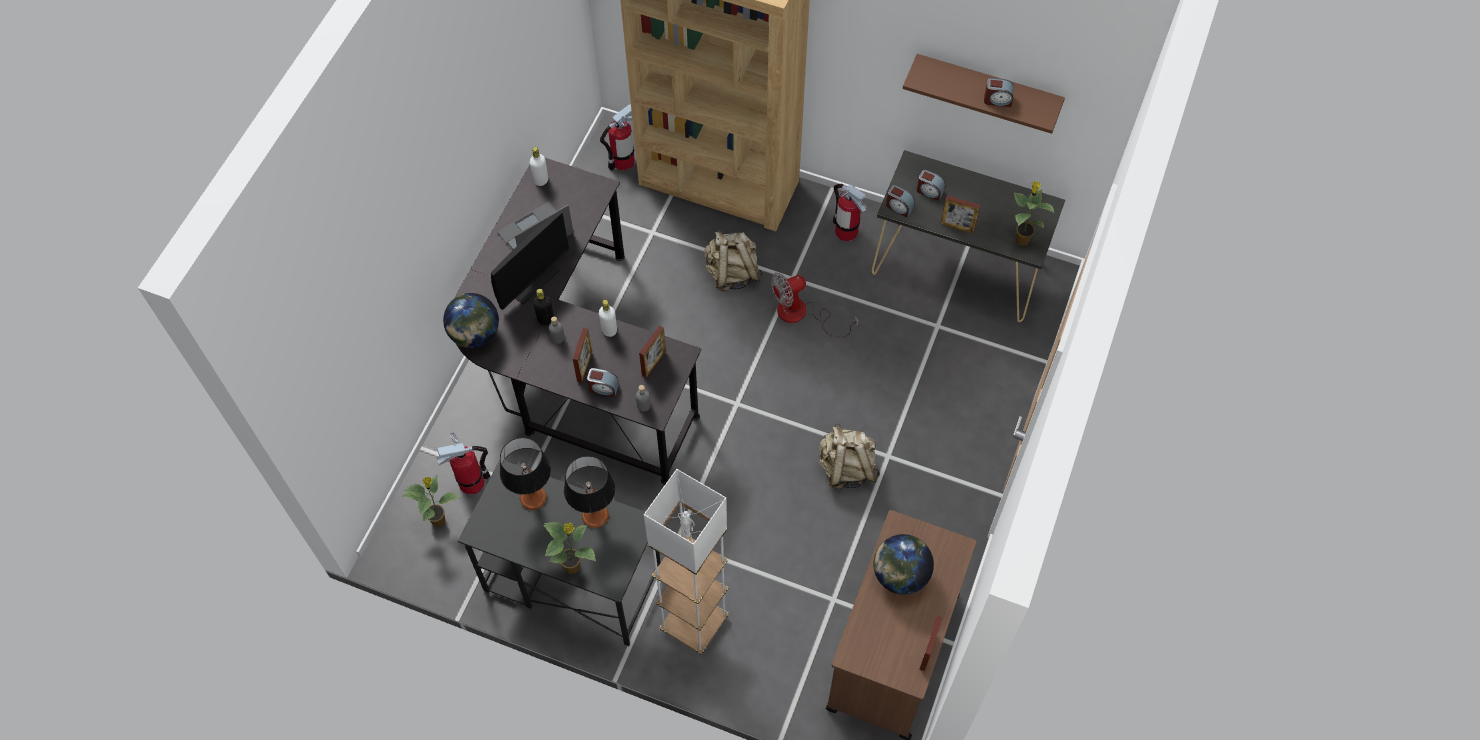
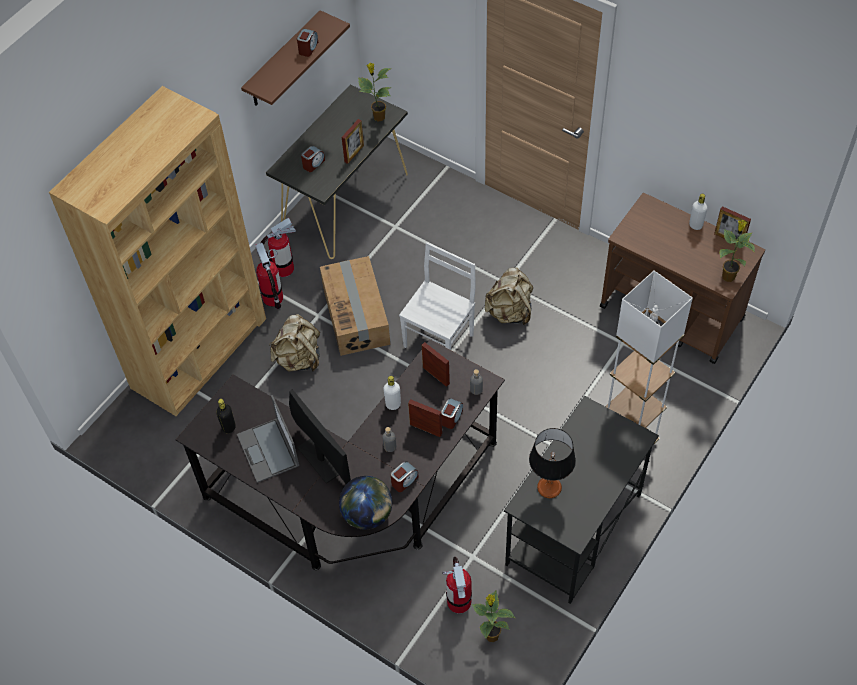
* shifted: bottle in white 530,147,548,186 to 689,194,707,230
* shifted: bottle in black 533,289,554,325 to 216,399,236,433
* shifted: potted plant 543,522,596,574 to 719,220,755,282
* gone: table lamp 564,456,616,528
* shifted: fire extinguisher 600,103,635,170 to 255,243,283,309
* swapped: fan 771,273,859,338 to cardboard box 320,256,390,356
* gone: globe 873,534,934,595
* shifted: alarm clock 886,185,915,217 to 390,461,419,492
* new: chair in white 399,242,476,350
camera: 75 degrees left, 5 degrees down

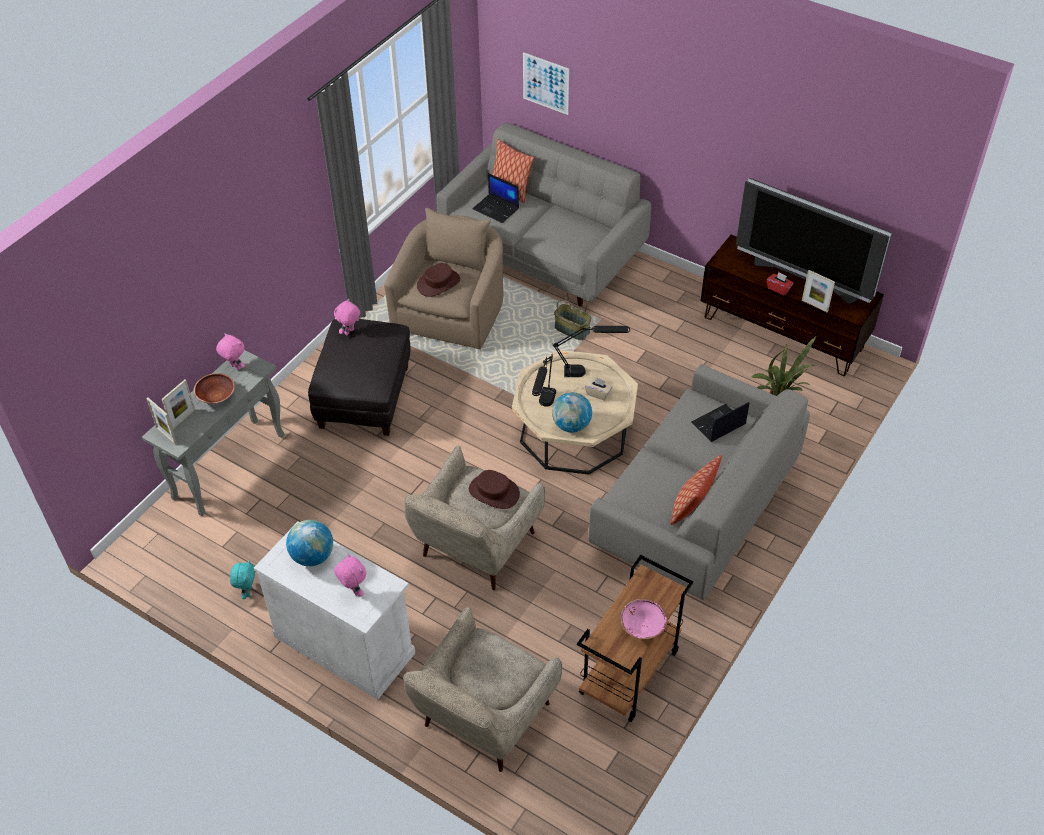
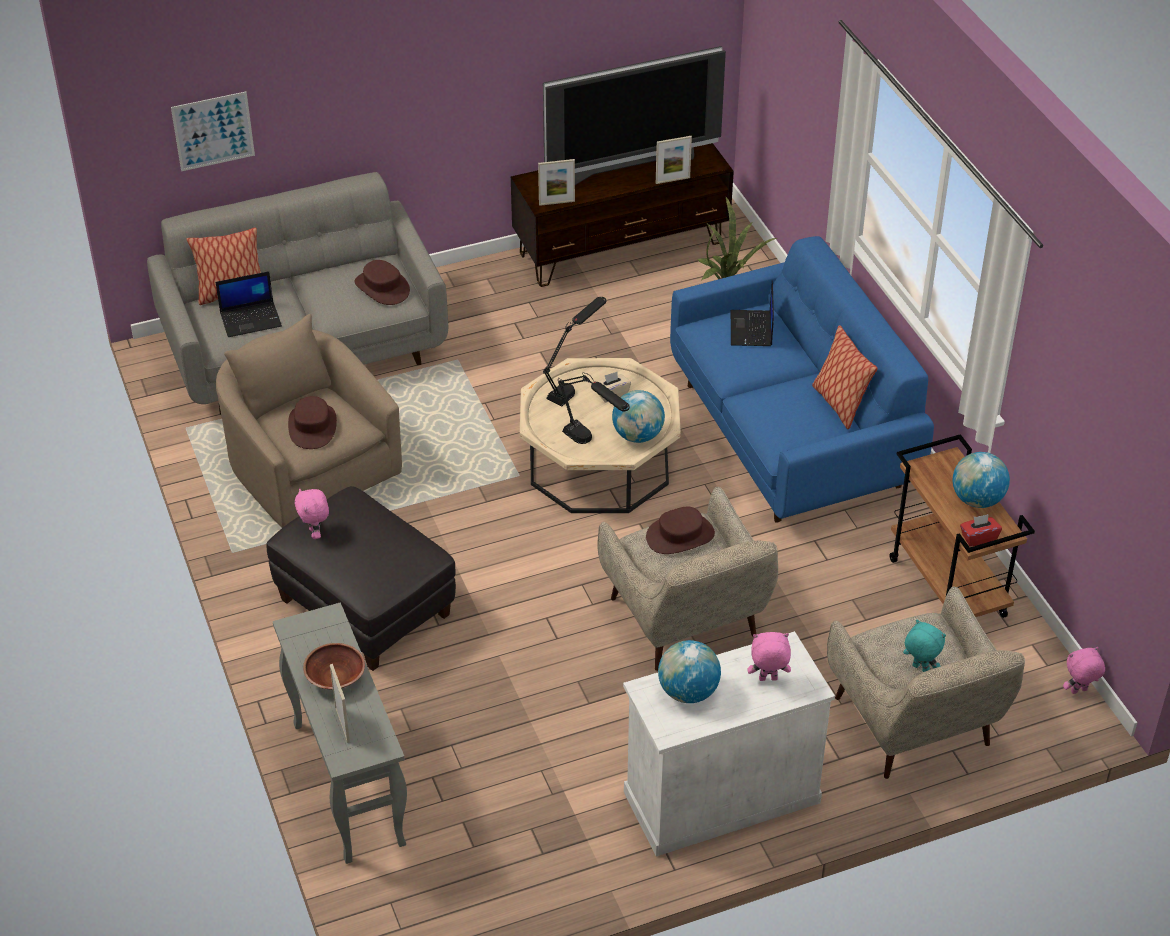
* shifted: picture frame 146,397,177,445 to 538,159,575,206
* shifted: plush toy in pink 216,333,245,370 to 1063,647,1105,694
* shifted: plush toy in turquoise 230,560,255,599 to 903,619,946,672
* gone: basket 554,288,591,340
* repainted: sofa in grey 588,364,810,600 to sofa in blue 670,236,934,523
* swapped: bowl in pink 620,599,668,639 to globe 953,452,1010,508
* shifted: tissue box in red 767,272,794,295 to 960,514,1002,547
* new: hat in brown 354,260,410,305
camera: 55 degrees left, 5 degrees down

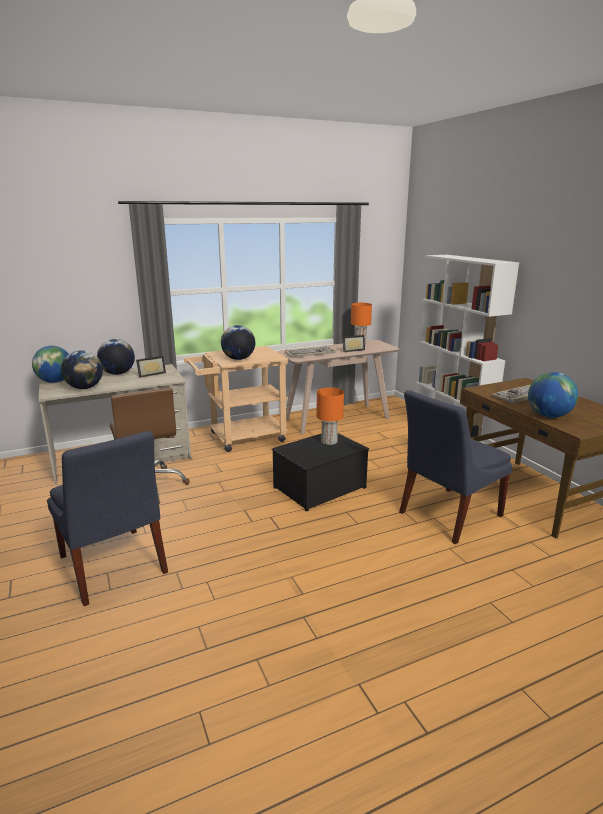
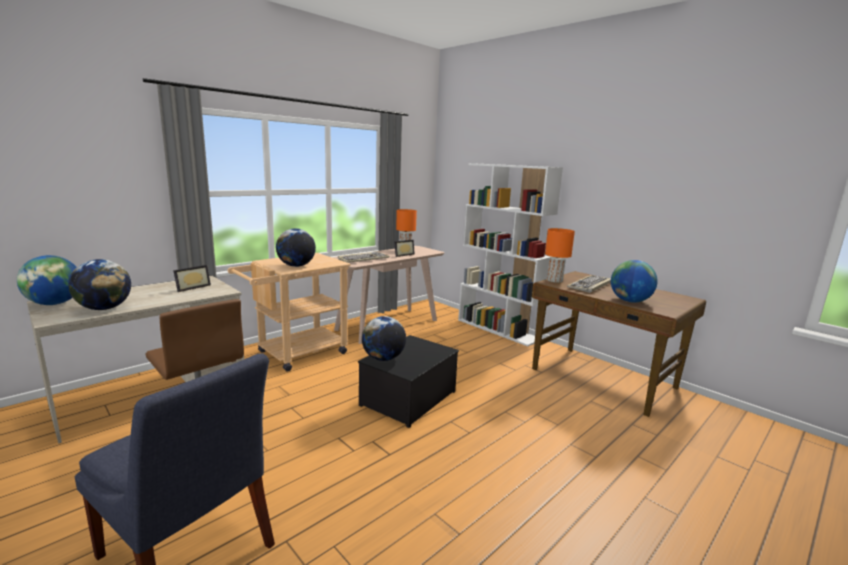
* shifted: globe 97,339,135,375 to 362,316,406,361
* shifted: table lamp in orange 316,387,344,445 to 545,228,575,283
* gone: chair in blue 399,390,513,544
camera: 20 degrees left, 5 degrees down

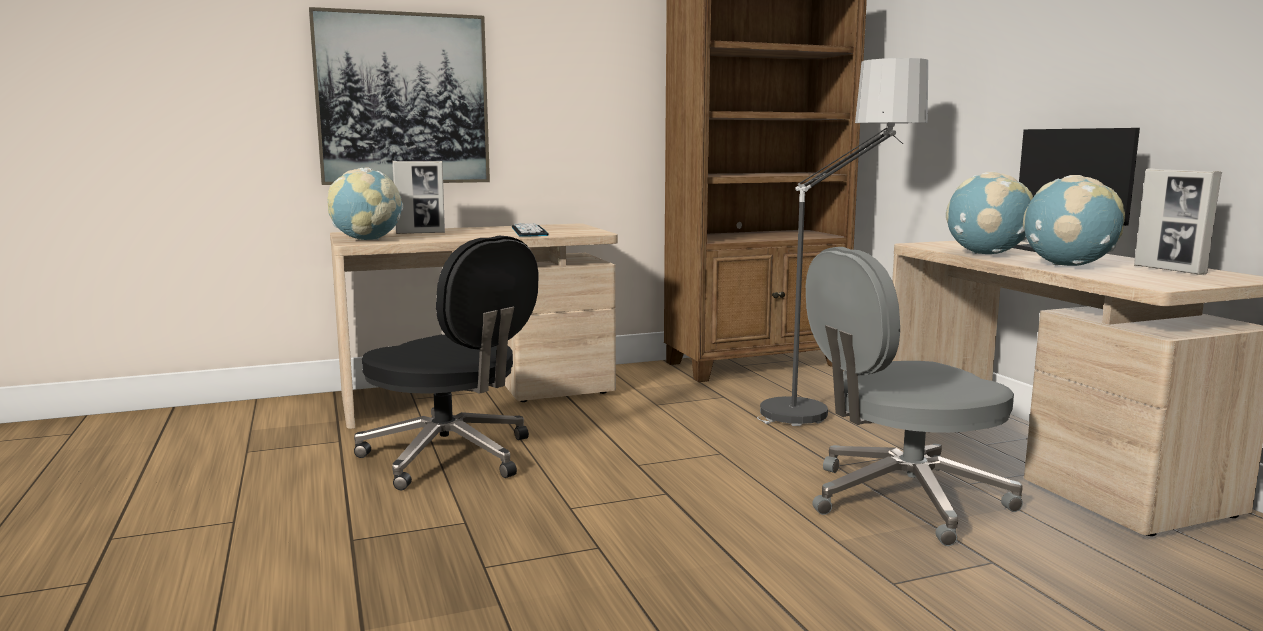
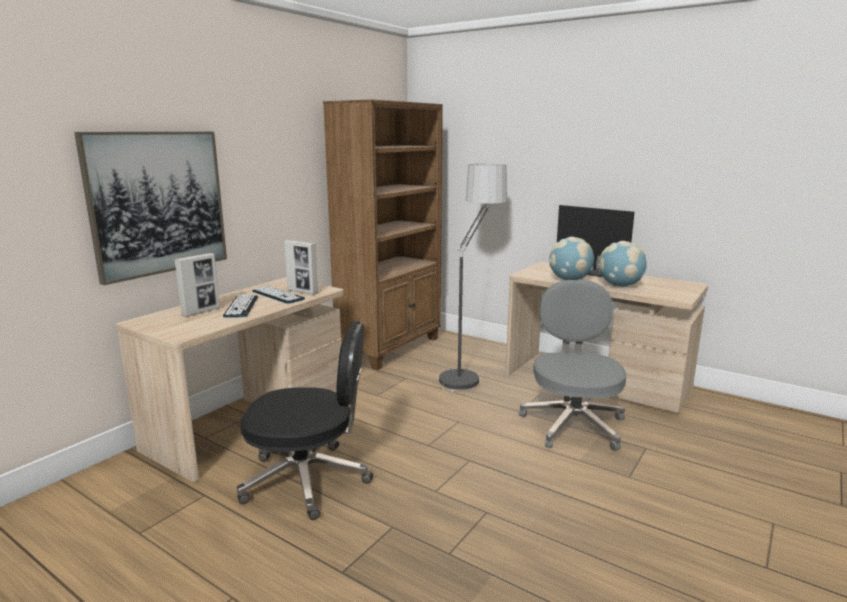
* gone: globe 327,168,403,240
* rotated: office chair in grey 806,247,1023,546 = 519,280,627,451 150 degrees clockwise
* shifted: picture frame 1134,168,1222,275 to 284,240,318,295
* new: keyboard 223,295,258,318
camera: 35 degrees left, 5 degrees up

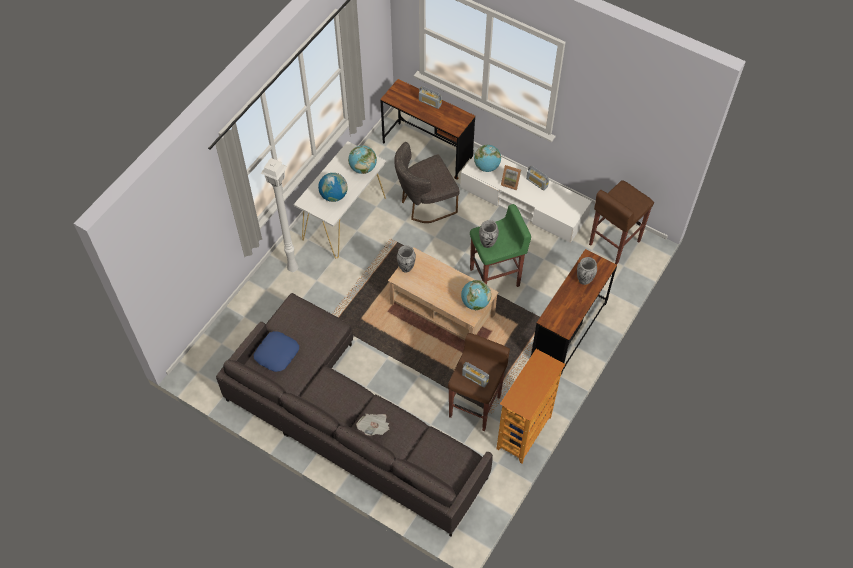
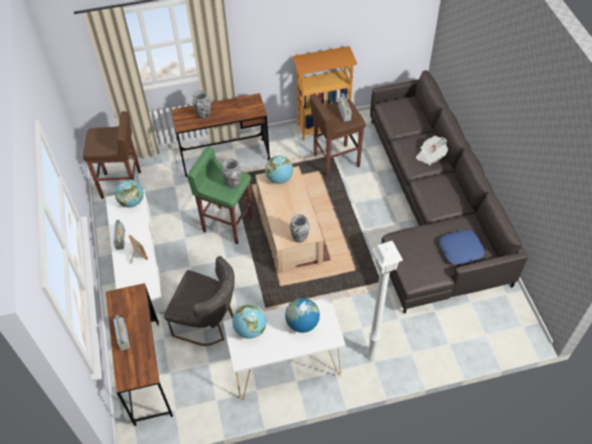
* shifted: globe 474,145,501,172 to 115,179,144,207
camera: 135 degrees left, 5 degrees down

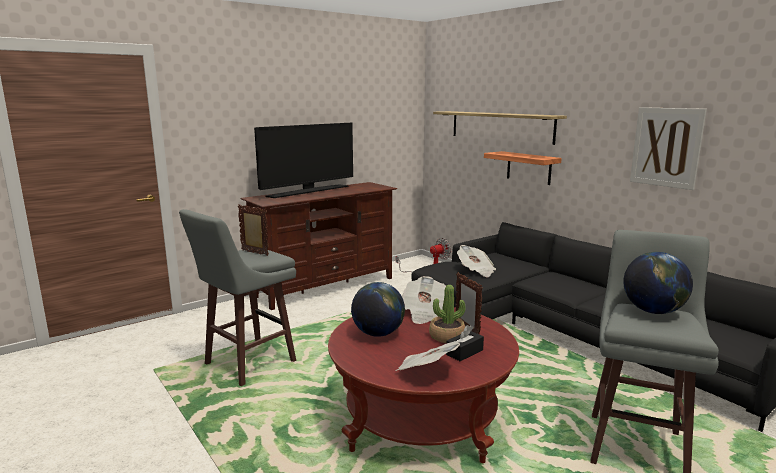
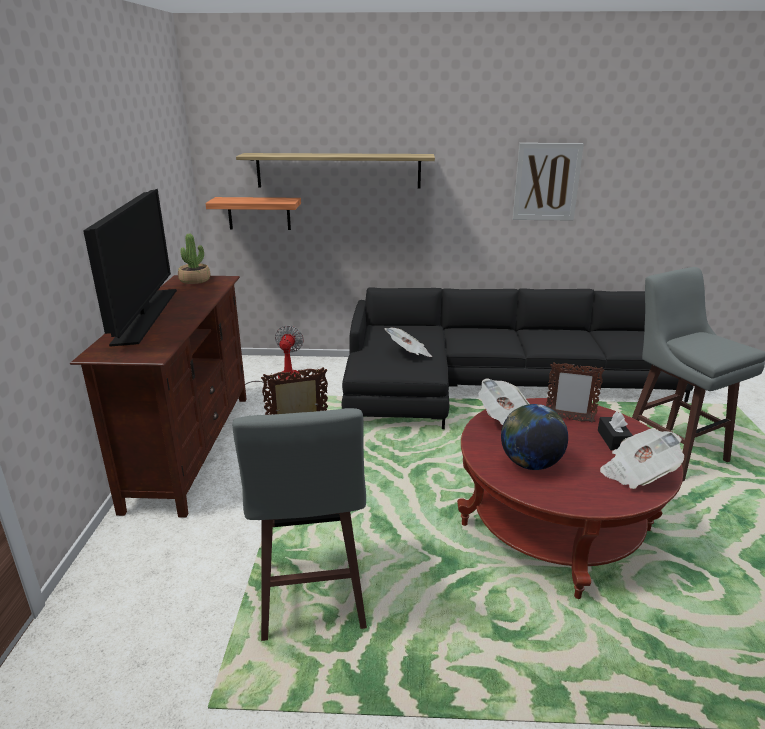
* shifted: potted plant 429,285,466,343 to 178,234,210,284
* shifted: shelf 484,151,562,185 to 205,197,301,230
* gone: globe 623,252,693,314
camera: 50 degrees left, 10 degrees up

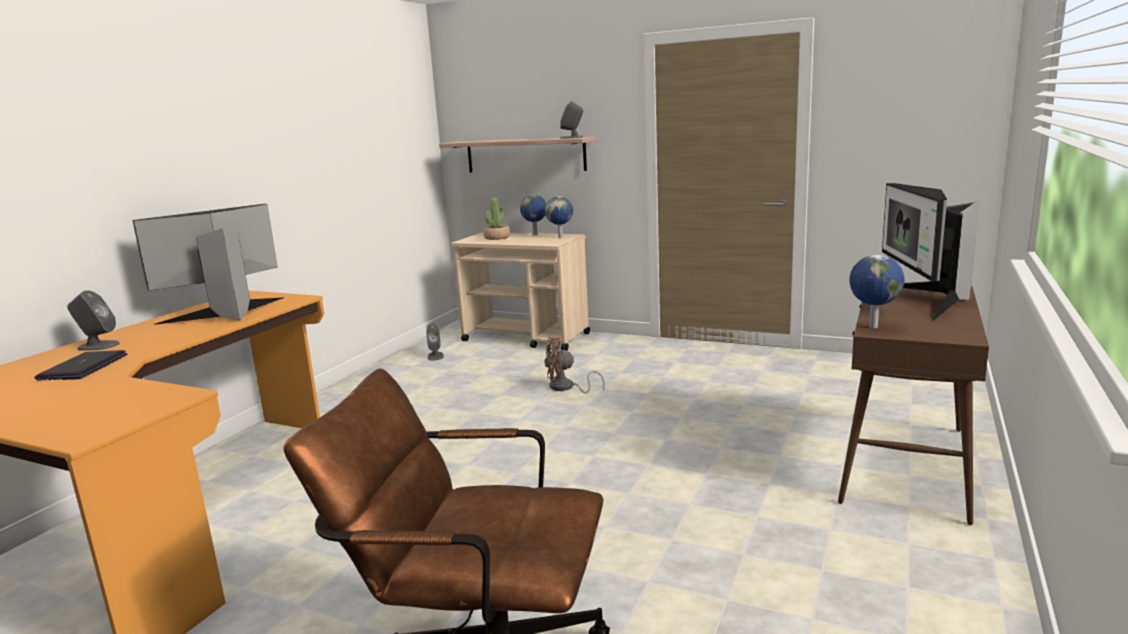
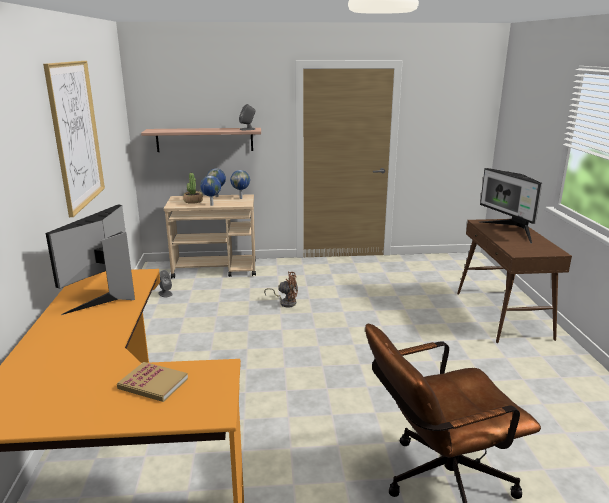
* gone: laptop 34,350,127,380
* gone: speaker in grey 67,290,120,351
* rotated: fan in brown 544,338,605,393 = 264,272,298,307 135 degrees counterclockwise
* shifted: globe 849,254,904,328 to 200,176,221,206
* new: picture 43,61,105,217
* new: book 117,362,188,402
camera: 30 degrees left, 5 degrees up

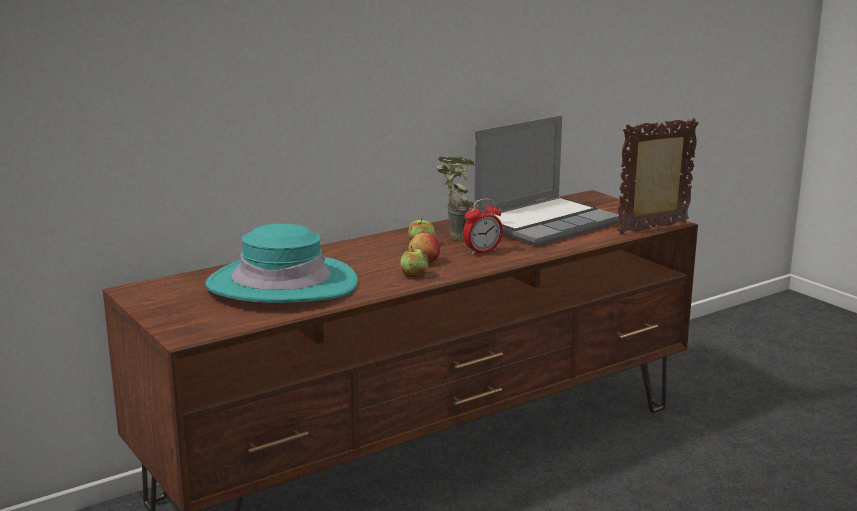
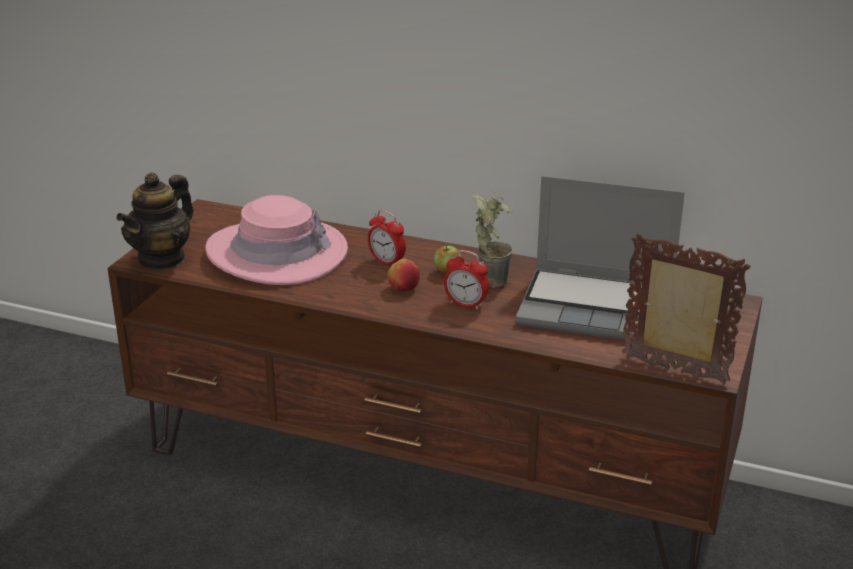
* repainted: hat in turquoise 205,224,358,303 to hat in pink 205,195,348,285
* gone: apple 400,246,429,277
* new: teapot 116,172,194,270
* new: alarm clock 368,210,406,265
camera: 55 degrees right, 10 degrees up

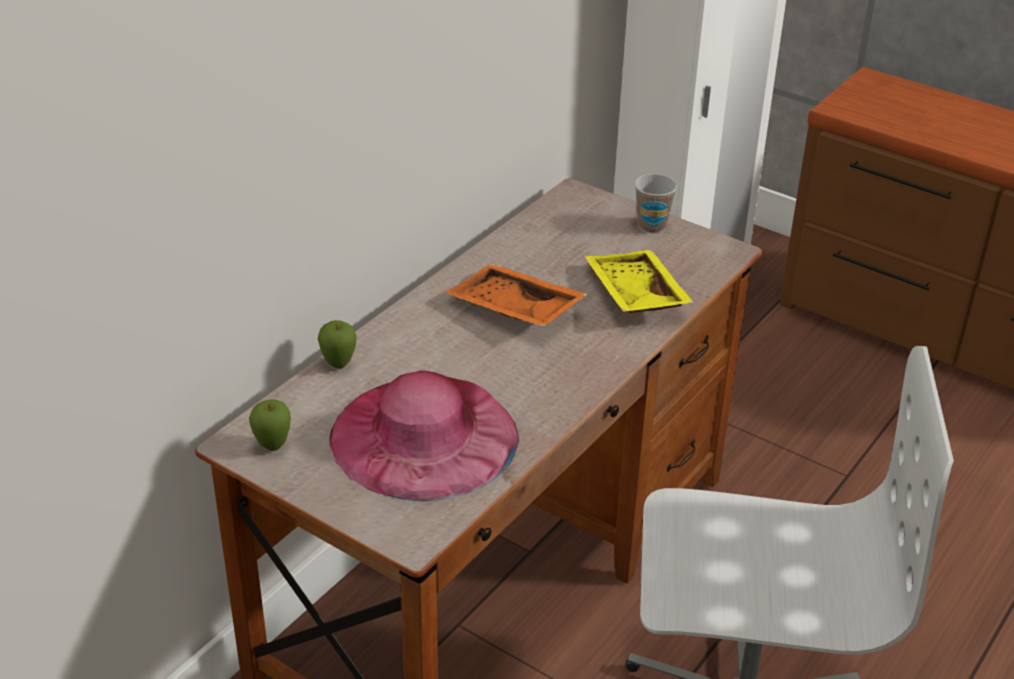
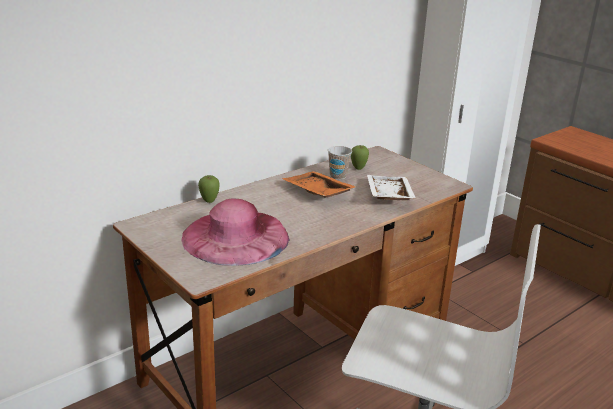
* shifted: apple 249,399,291,451 to 351,145,369,170
* repainted: tray in yellow 585,250,694,313 to tray in white 367,175,416,200
* shifted: cup 635,174,677,233 to 328,146,352,180
camera: 15 degrees right, 10 degrees down

